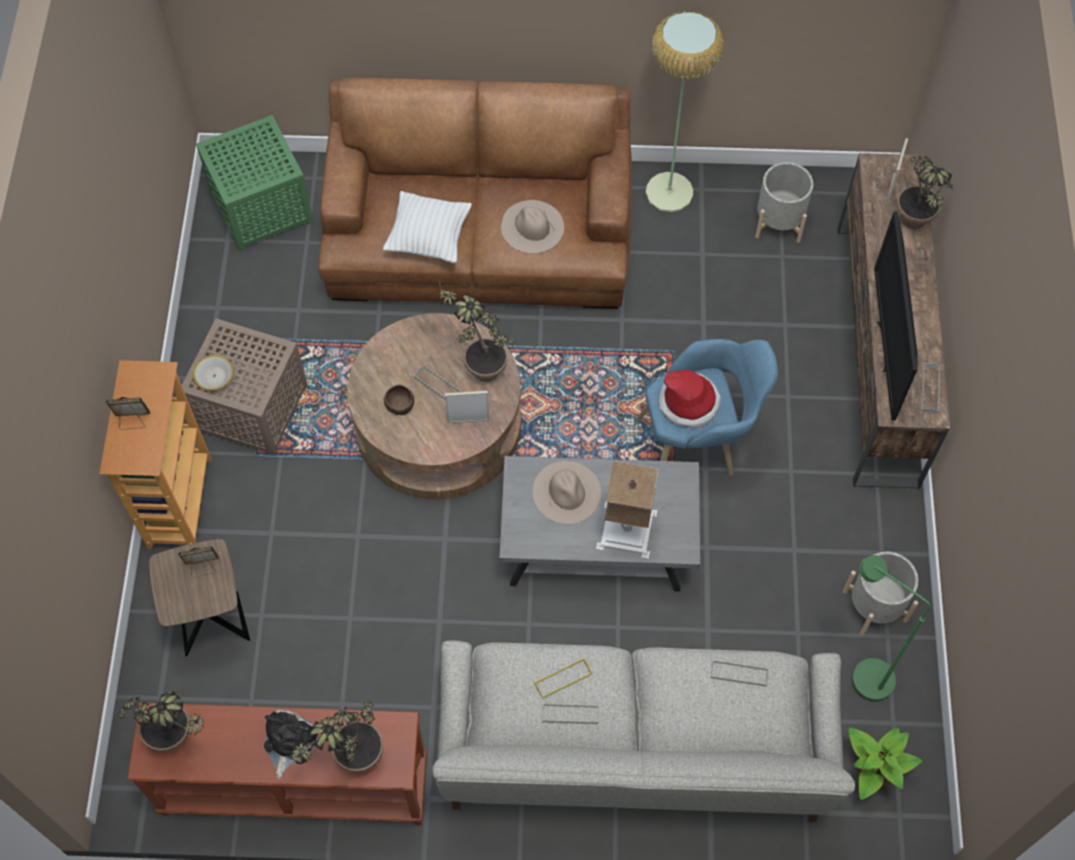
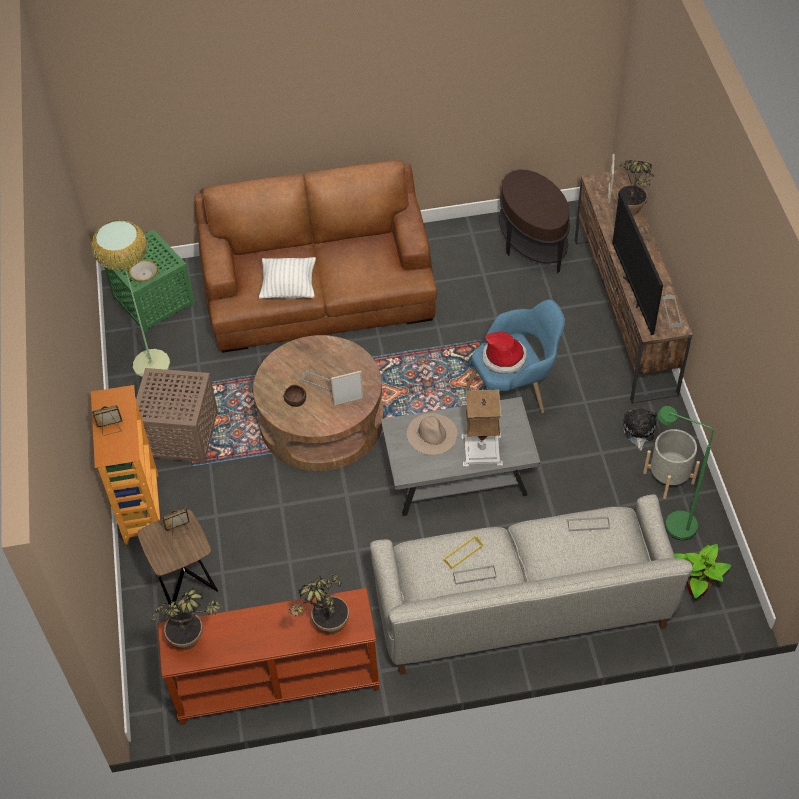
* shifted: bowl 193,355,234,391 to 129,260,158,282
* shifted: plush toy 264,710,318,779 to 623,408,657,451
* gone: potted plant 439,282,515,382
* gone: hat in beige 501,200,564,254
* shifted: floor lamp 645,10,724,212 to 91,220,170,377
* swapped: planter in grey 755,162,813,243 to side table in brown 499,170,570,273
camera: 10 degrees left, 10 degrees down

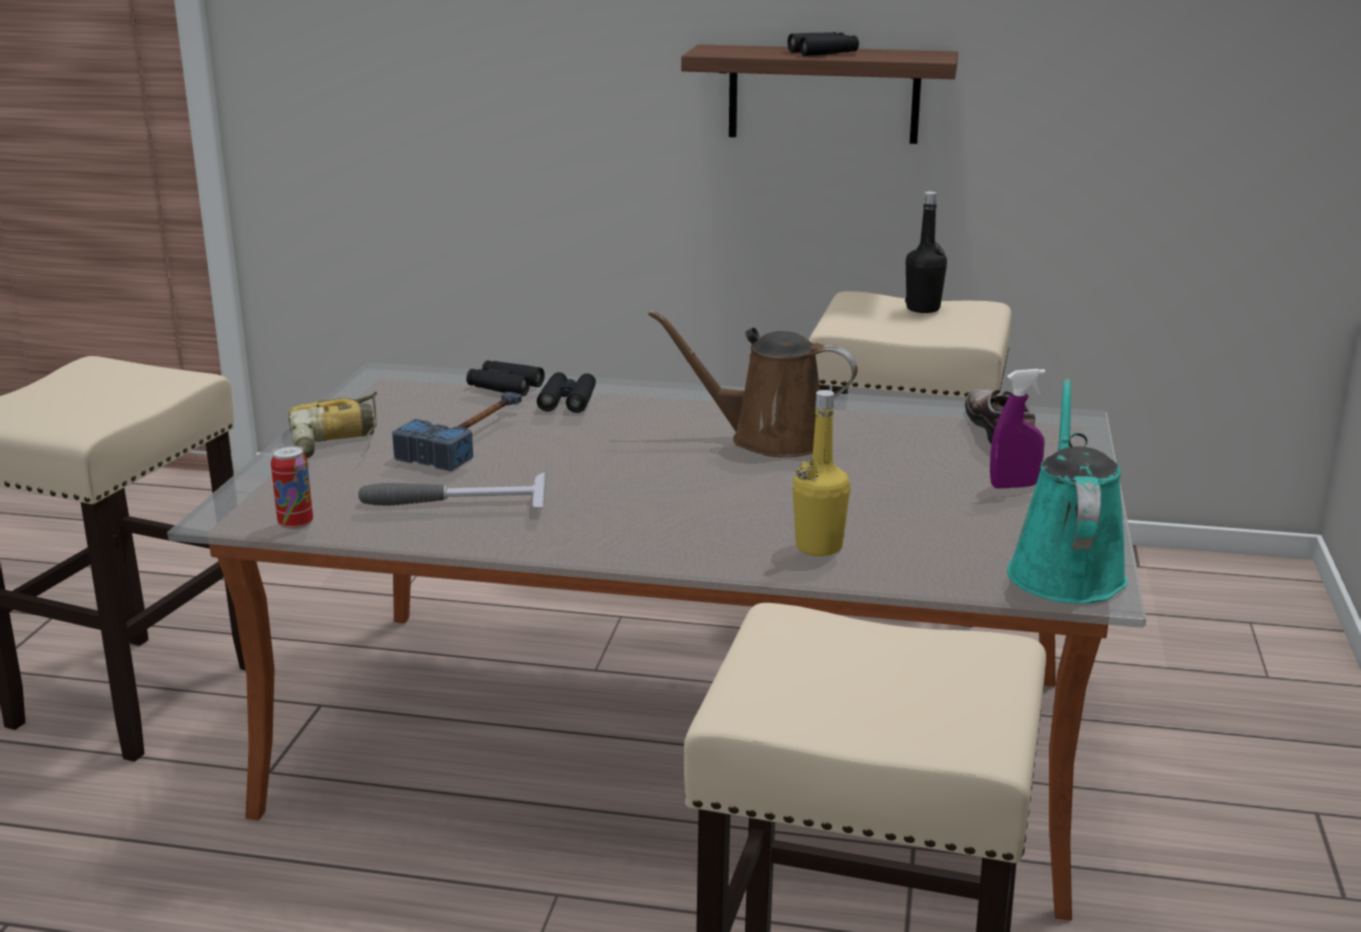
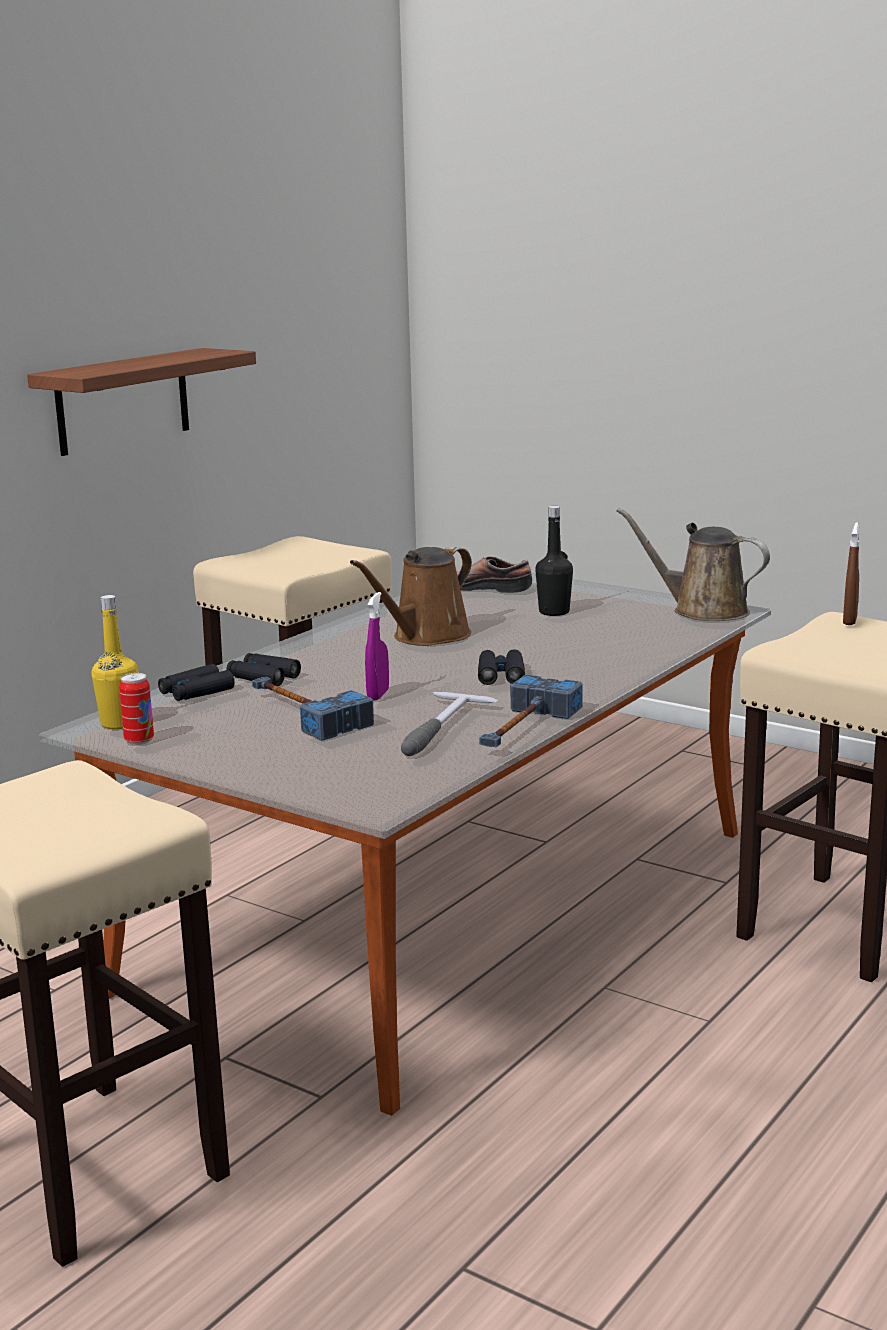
* shifted: can 271,445,313,530 to 119,673,154,745
* gone: power drill 288,391,377,458
* shifted: binoculars in black 787,32,859,56 to 478,649,525,685
* shifted: bottle in yellow 792,390,850,556 to 92,595,139,729
* shifted: bottle in black 905,191,947,313 to 535,506,573,616
* shifted: spray bottle in purple 990,369,1046,489 to 365,592,389,700
* repainted: watering can in turquoise 1007,379,1128,604 to watering can in brown 617,508,770,621
* new: hammer 479,674,583,747
* new: spray bottle in brown 843,523,859,625
camera: 65 degrees left, 5 degrees down

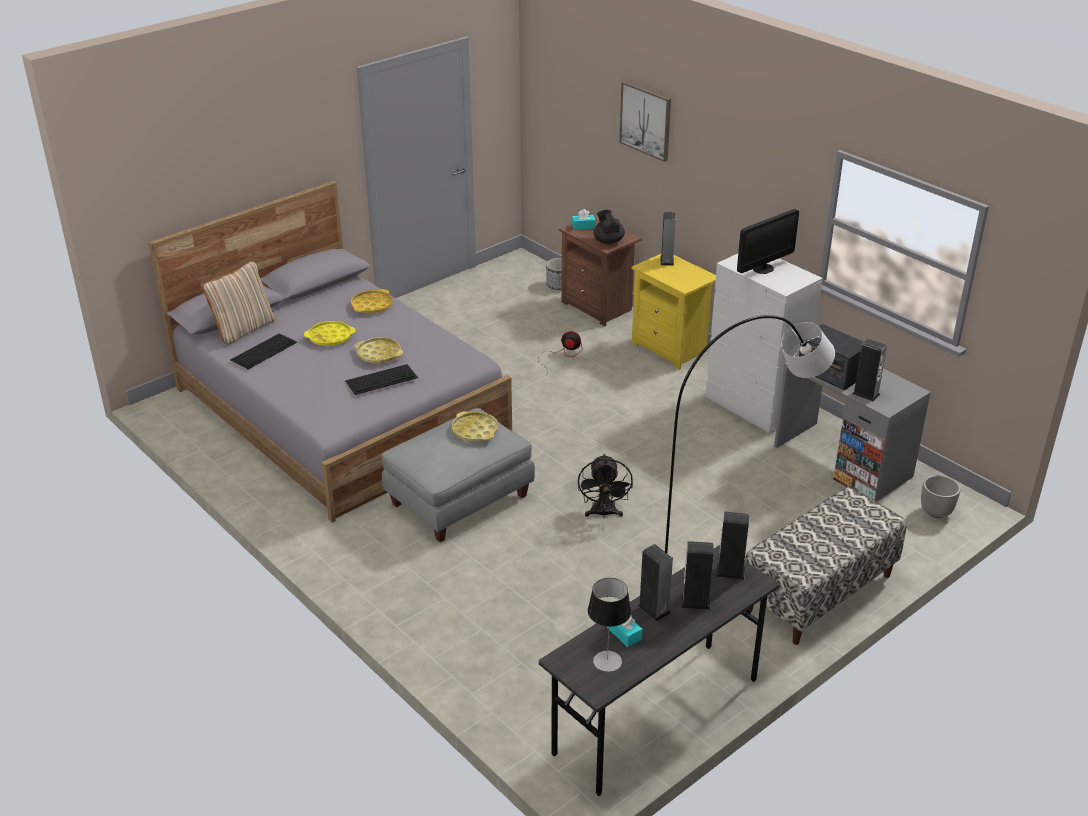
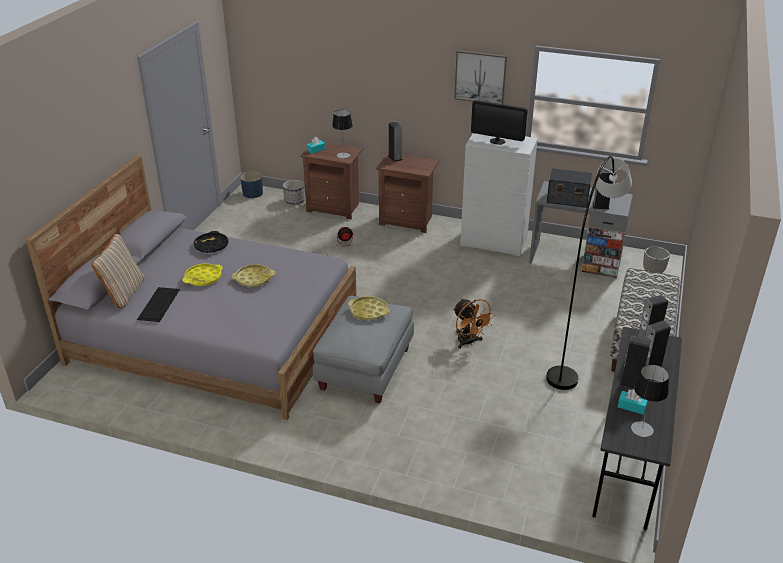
* gone: keyboard 345,364,418,395
* repainted: tray in yellow 351,289,393,313 to tray in black 194,231,229,253
* repainted: fan in black 578,454,633,518 to fan in orange 453,299,494,349
* swapped: teapot in black 593,210,625,244 to table lamp 332,110,353,159
* shifted: picture 619,81,671,162 to 454,50,507,104
* repainted: nightstand in yellow 631,254,716,370 to nightstand in brown 376,152,440,233
* rotated: monitor 737,209,799,274 = 471,100,528,145 90 degrees clockwise
* new: planter in blue 240,172,263,198
camera: 30 degrees left, 0 degrees up

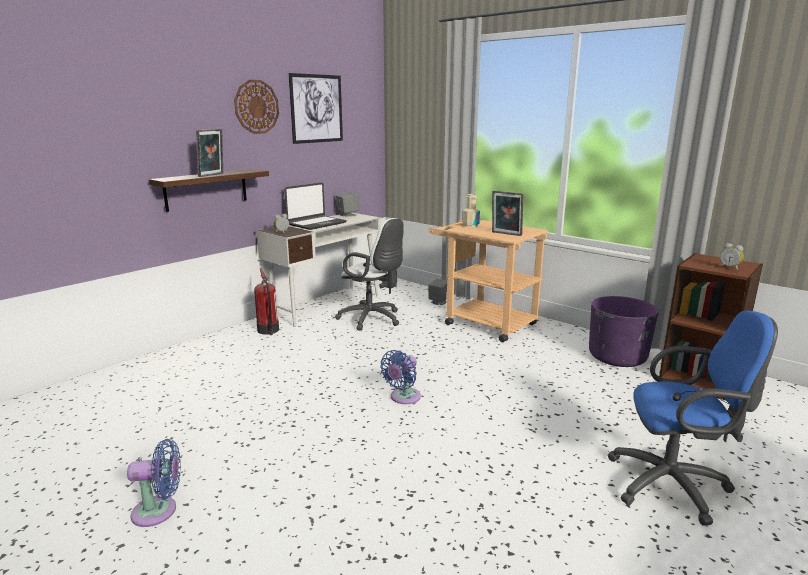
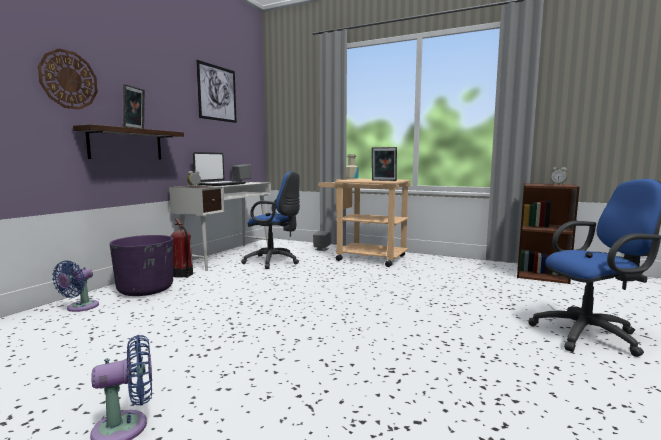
* shifted: wall clock 234,80,279,134 to 38,49,98,110
* repainted: office chair in white 335,218,404,331 to office chair in blue 241,171,300,269
* shifted: fan in blue 380,350,421,404 to 52,261,99,312
* shifted: planter in purple 589,296,658,367 to 110,235,173,296
camera: 15 degrees left, 10 degrees down

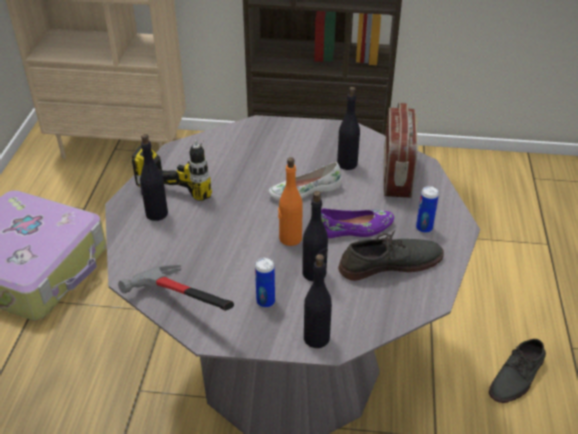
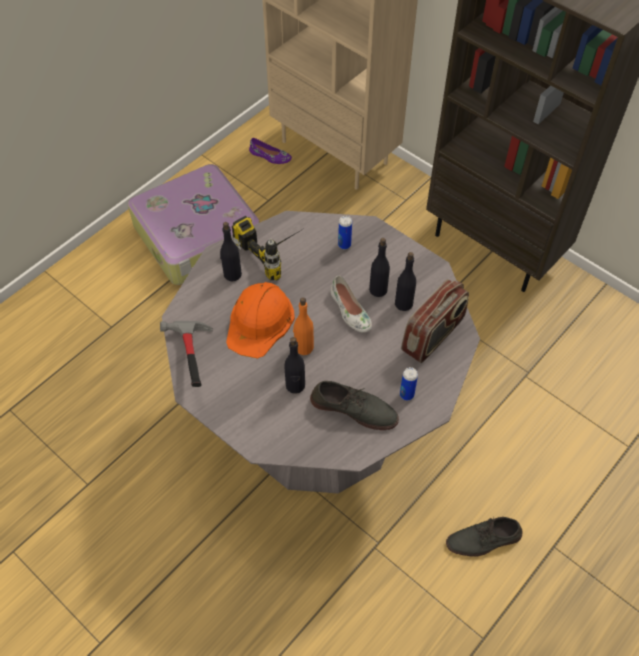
* shifted: can 255,257,275,308 to 338,216,352,249
* rotated: shoe in white 268,162,342,201 = 330,275,372,333 135 degrees counterclockwise
* shifted: bottle in black 304,254,332,348 to 369,238,390,297
* shifted: shoe in purple 321,208,394,238 to 249,138,292,164
* new: hard hat in orange 226,282,295,359
camera: 35 degrees right, 15 degrees up

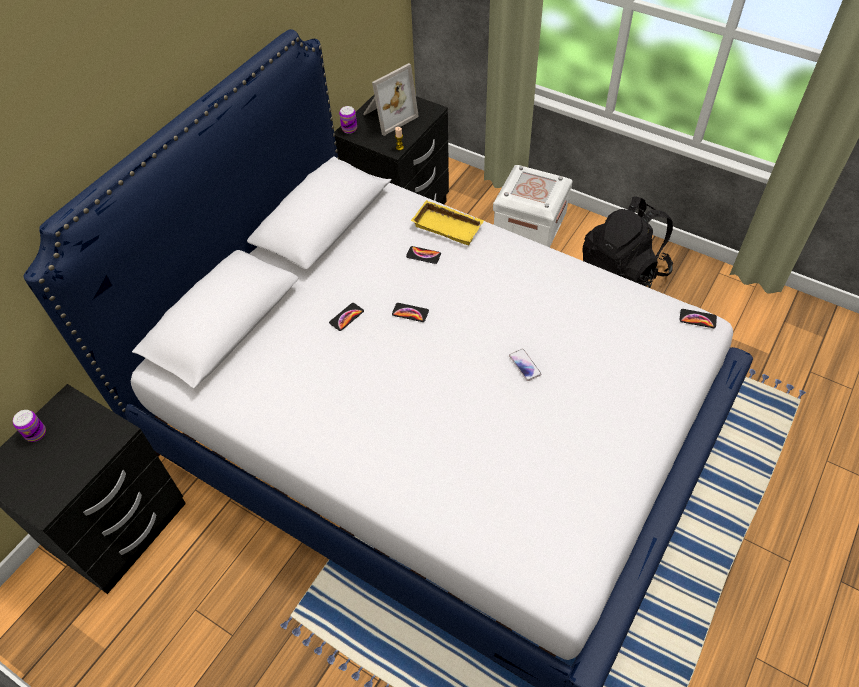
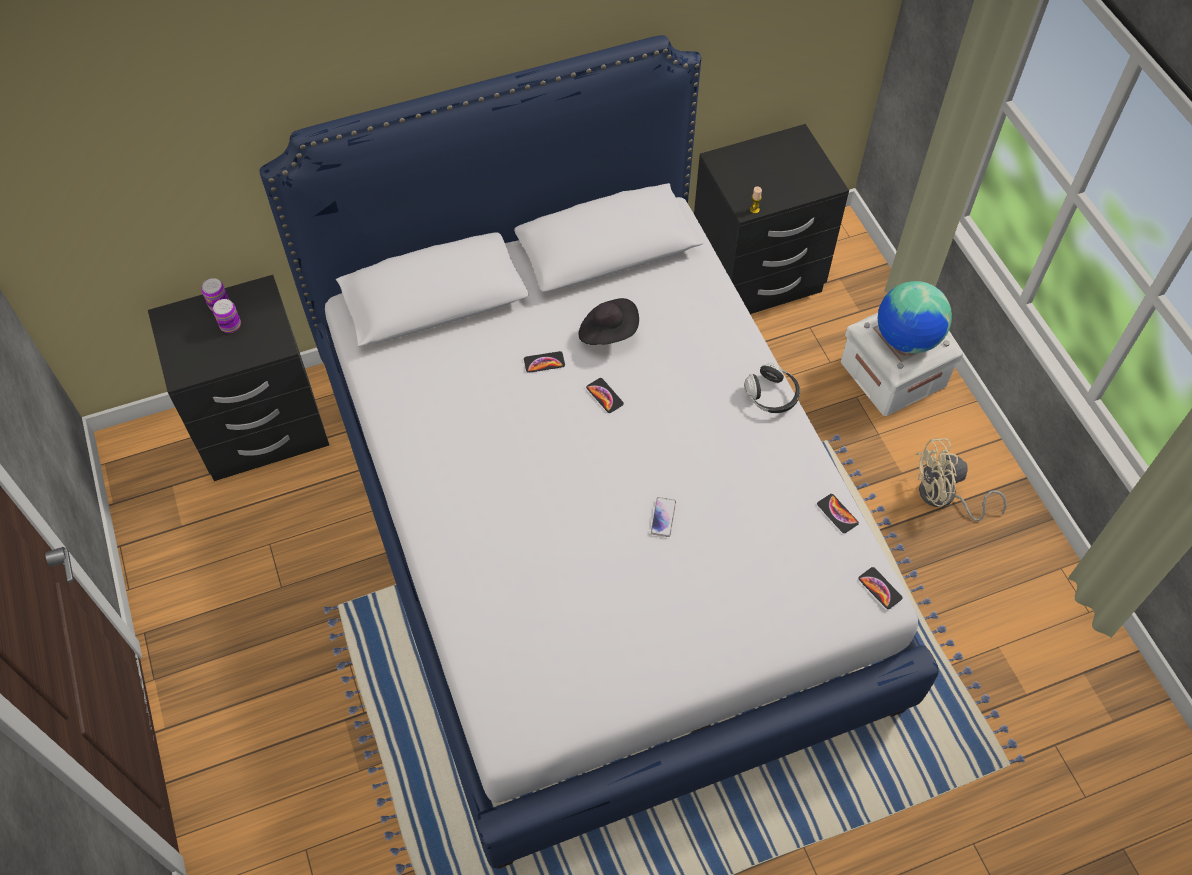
* shifted: can 339,106,357,134 to 213,299,241,333
* gone: picture frame 363,63,419,136
* shifted: phone 406,246,441,264 to 817,494,859,533
* gone: tray in yellow 411,200,484,245
* swapped: backpack in black 582,197,673,288 to fan in beige 916,438,1007,521
* new: hat in black 579,298,639,345
* new: headphones 744,363,800,413
* new: globe 878,281,952,353
camera: 35 degrees right, 5 degrees up

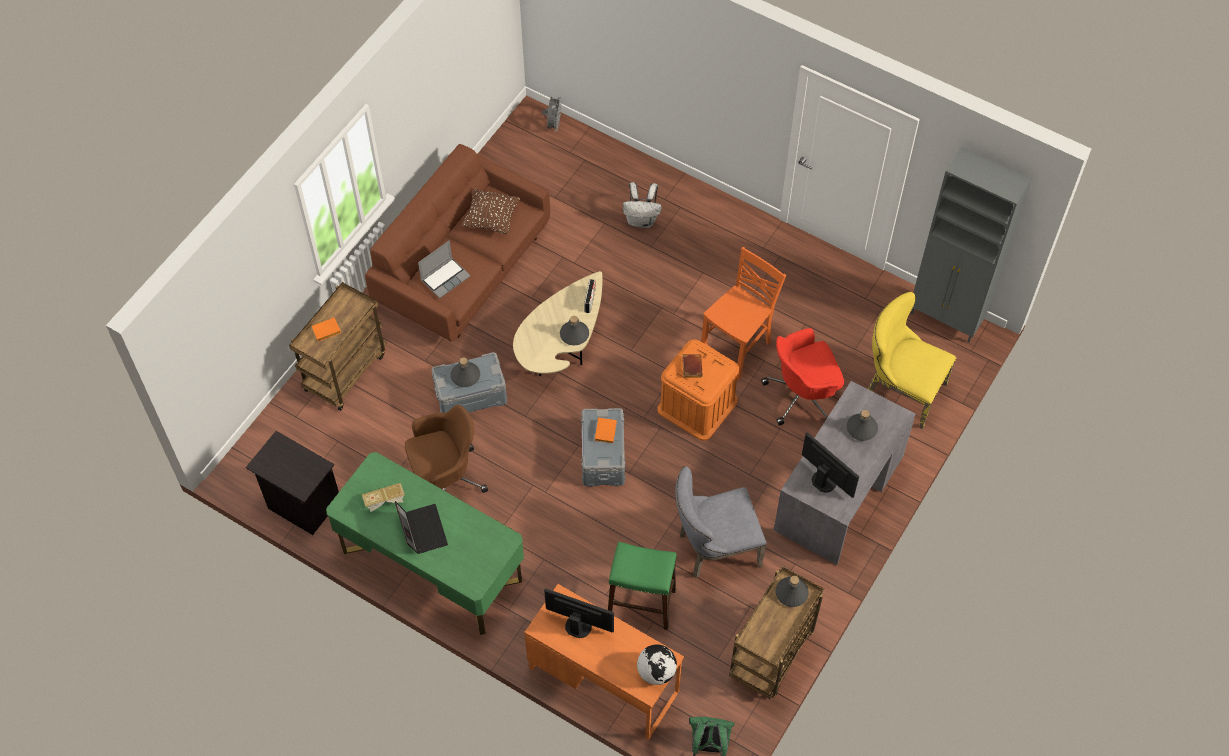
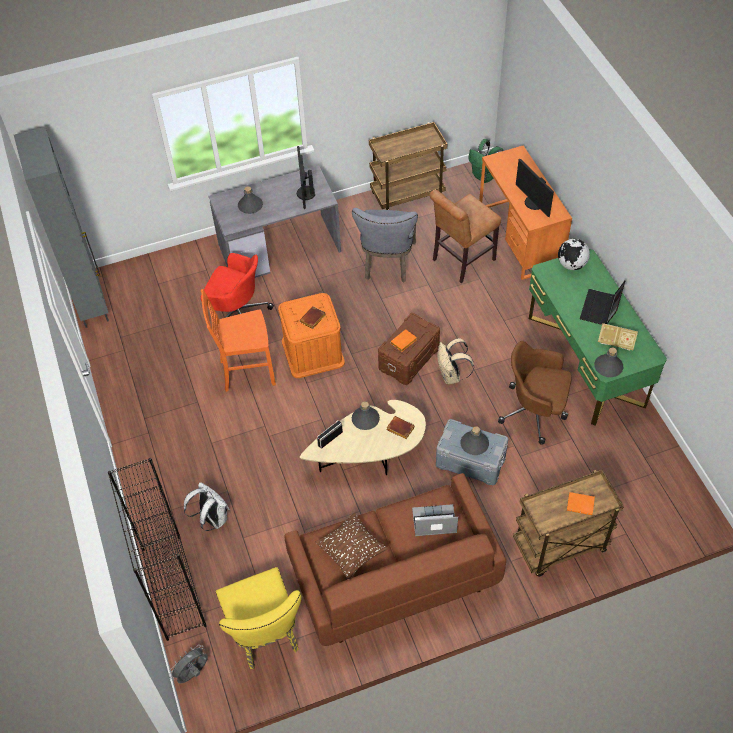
* gone: nightstand in black 245,431,339,535
* repainted: storage box in grey 581,408,625,487 to storage box in brown 378,313,440,385
* swapped: stool in green 608,542,677,630 to chair in brown 429,190,501,283
* shifted: globe 637,645,677,685 to 558,239,590,270
* rotated: chair in grey 675,466,767,578 = 352,208,418,282 75 degrees clockwise
* shifted: bottle in grey 776,576,809,607 to 594,348,623,377
* shifted: chair in yellow 868,292,956,429 to 216,567,302,669
* new: bookcase in black 108,458,207,641
* new: book in brown 387,416,415,439
* new: backpack in beige 437,338,474,384
camera: 140 degrees left, 5 degrees down

